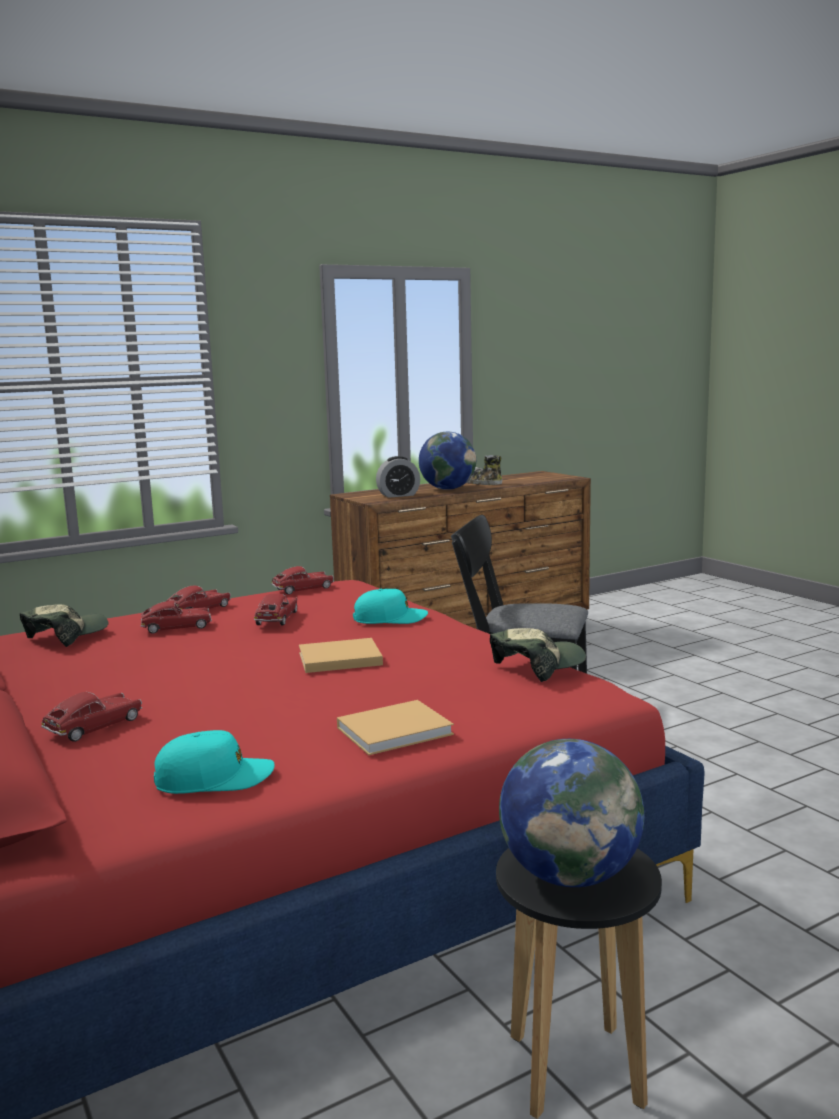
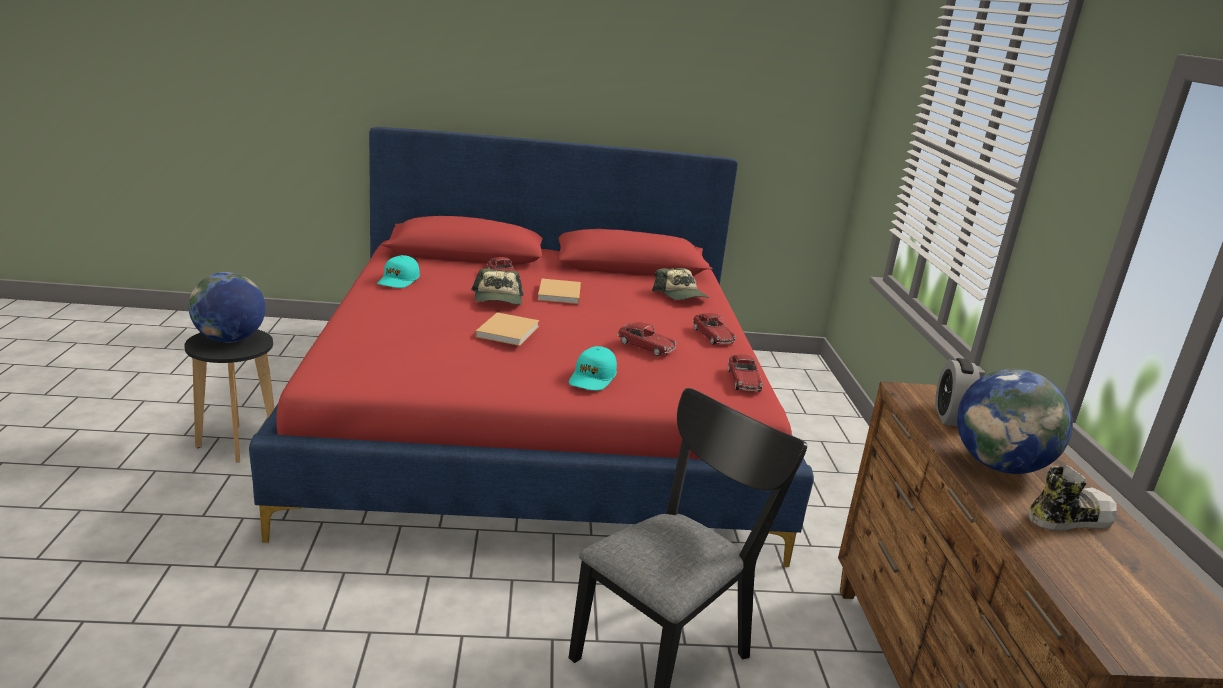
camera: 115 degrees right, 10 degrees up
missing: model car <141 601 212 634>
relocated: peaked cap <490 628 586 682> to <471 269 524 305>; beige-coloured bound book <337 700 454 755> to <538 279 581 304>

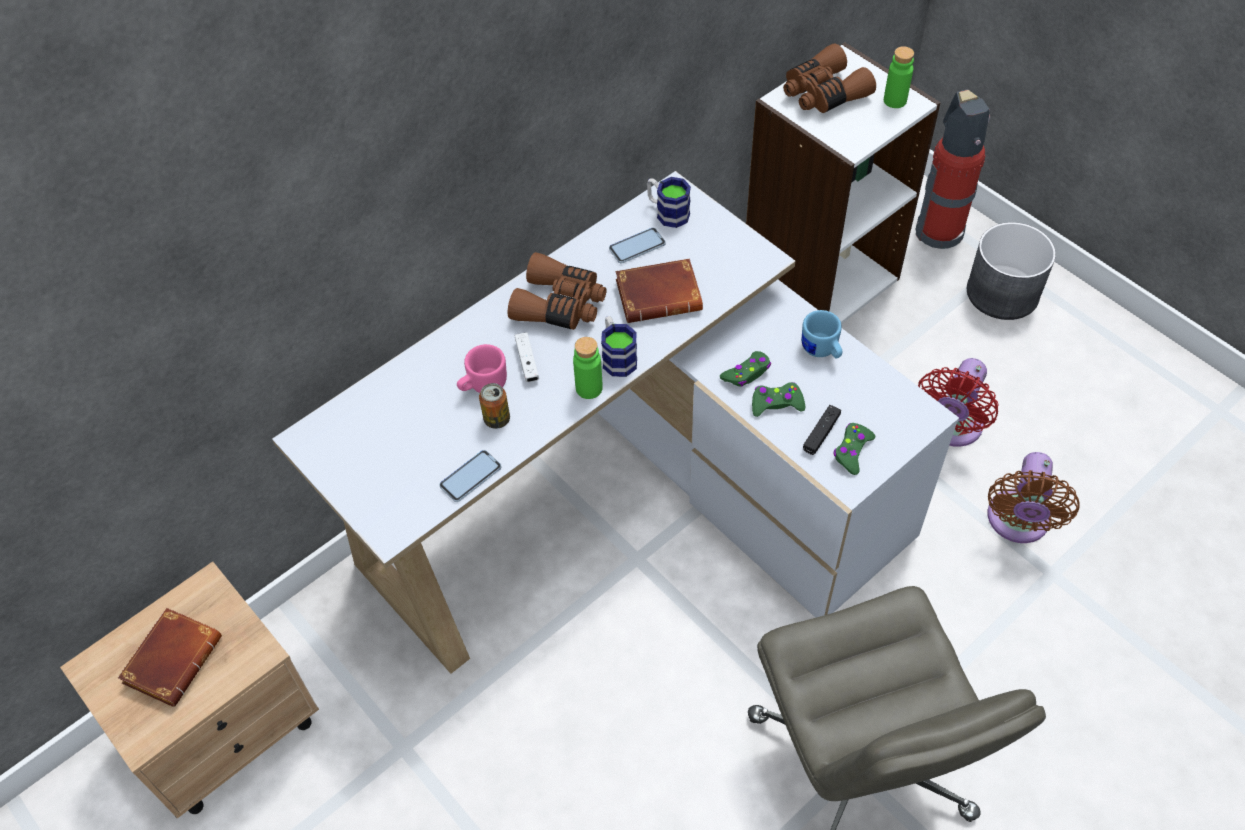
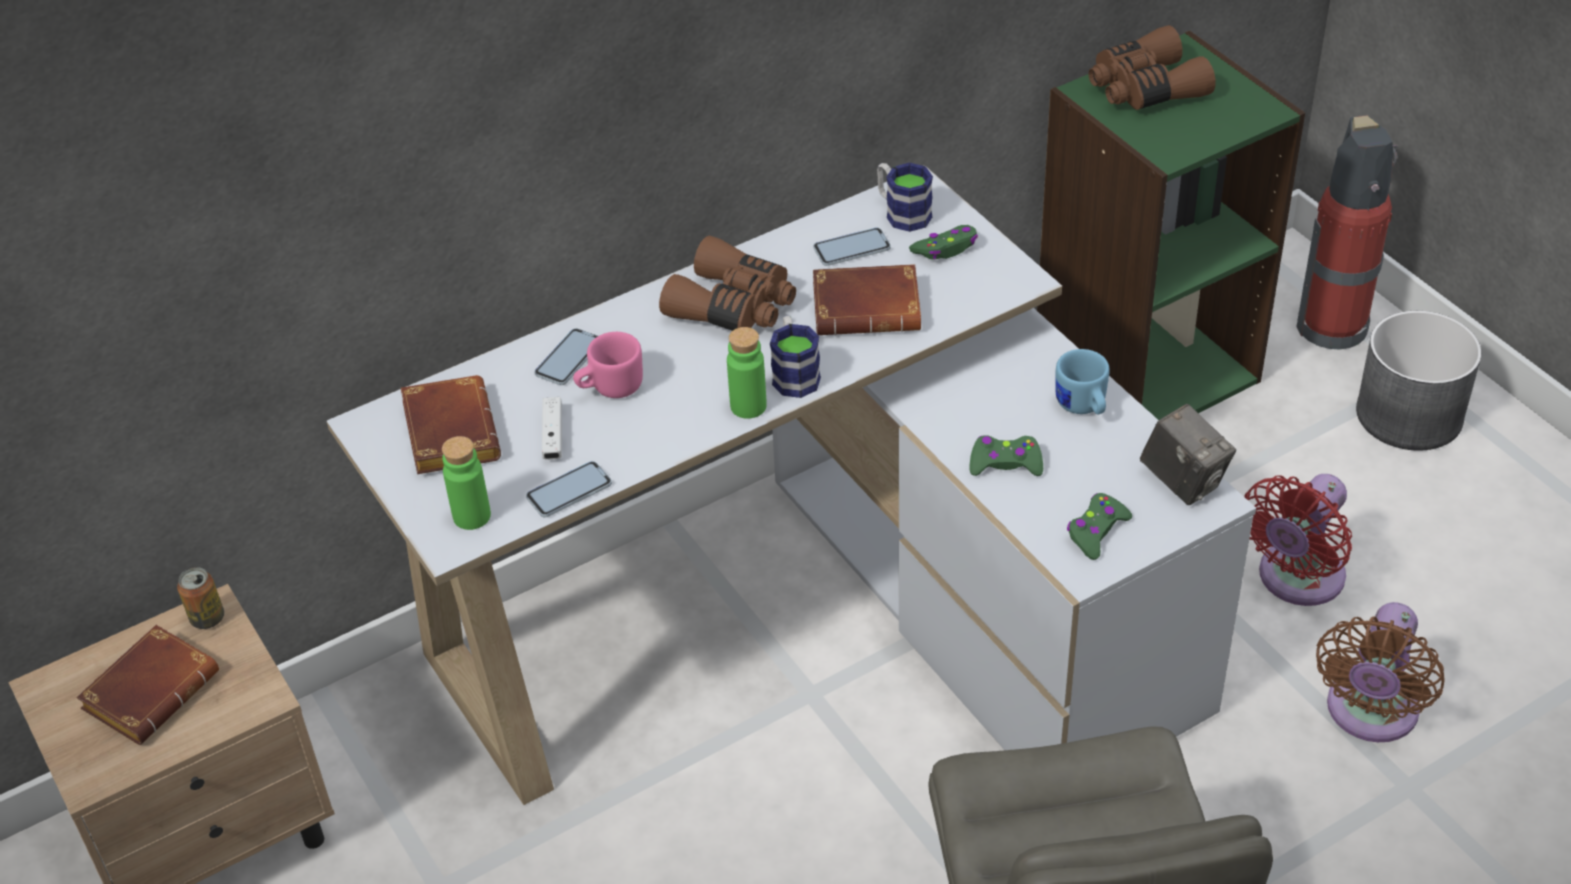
camera: 10 degrees right, 10 degrees down
missing: blackish gamepad <803 405 841 455>
appeared: handset <534 328 598 385>; brownish bound book <401 375 501 474>; still camera <1140 404 1236 505>
relocated: greenish bottle <884 46 914 108> to <442 436 491 530>; whitish gamepad <515 332 539 382> to <542 397 562 460>; greenish gamepad <720 351 771 387> to <909 225 978 260>; metal can <479 383 510 429> to <177 567 224 629>
colour: whitish bookshelf <746 42 941 324> to greenish bookshelf <1037 31 1305 420>

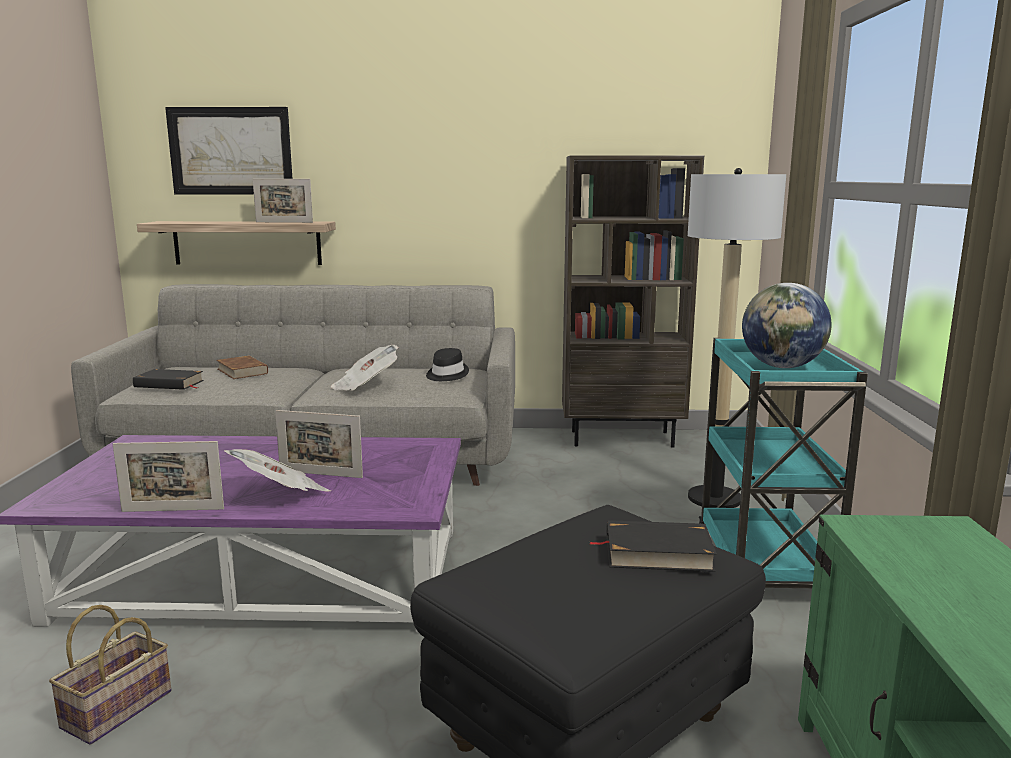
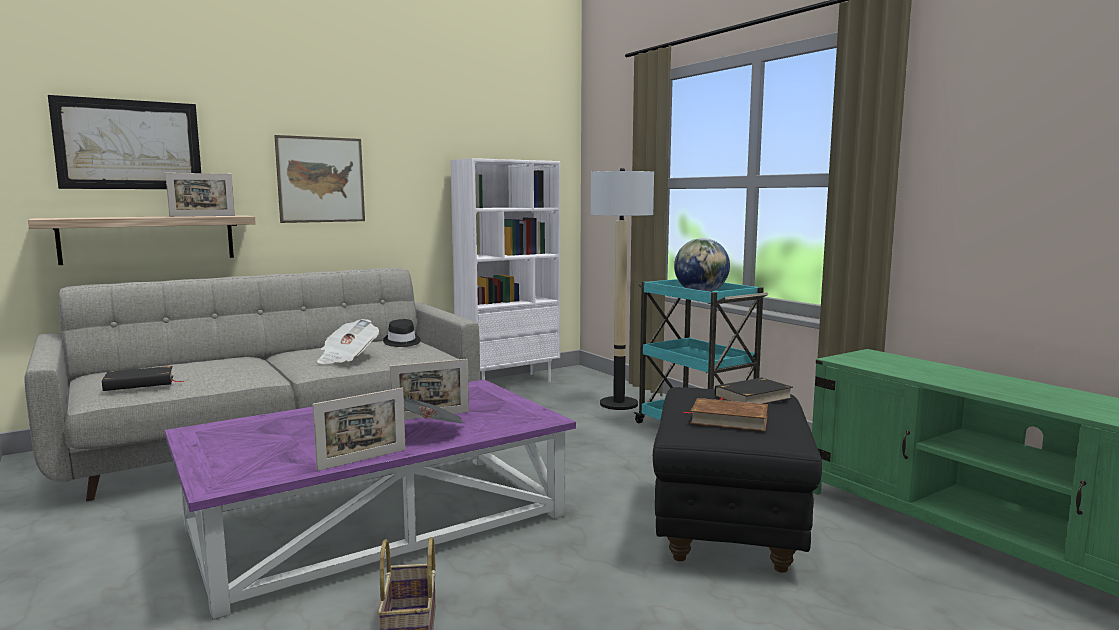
camera: 35 degrees left, 5 degrees down
appeared: wall art <274 135 365 223>
relocated: brownish bound book <216 356 268 379> to <682 398 768 431>
colour: brownish bookshelf <562 155 704 447> to whitish bookshelf <450 158 560 382>

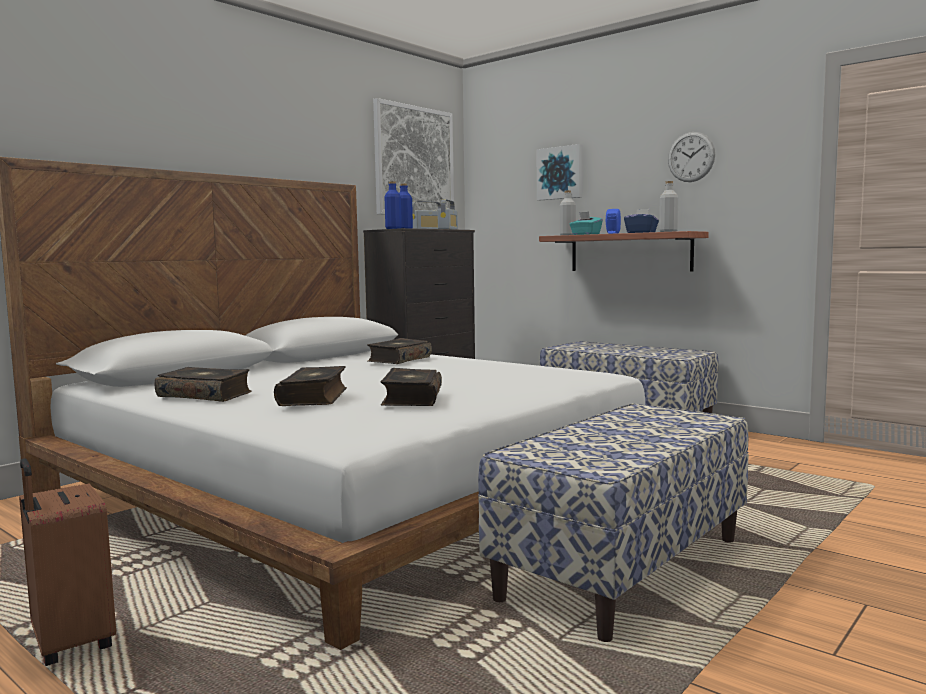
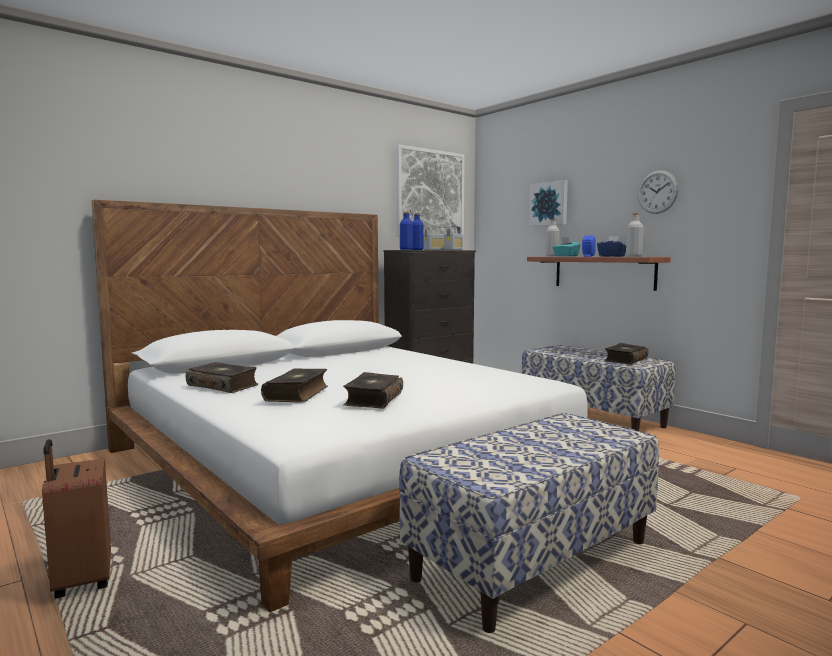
camera: 10 degrees right, 0 degrees up
relocated: bound book <367 338 432 364> to <604 343 649 365>

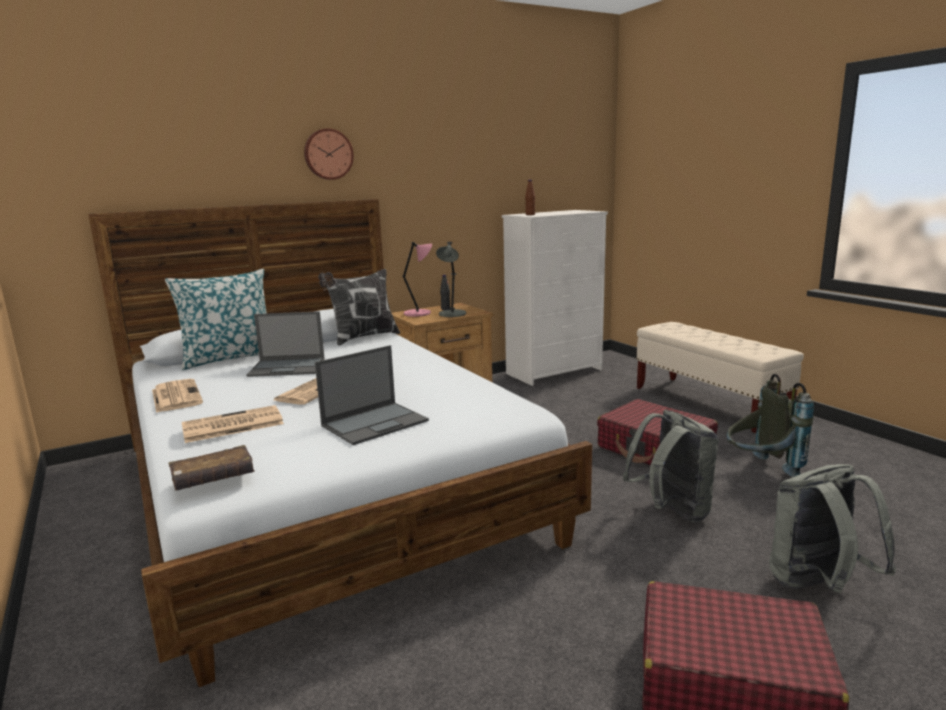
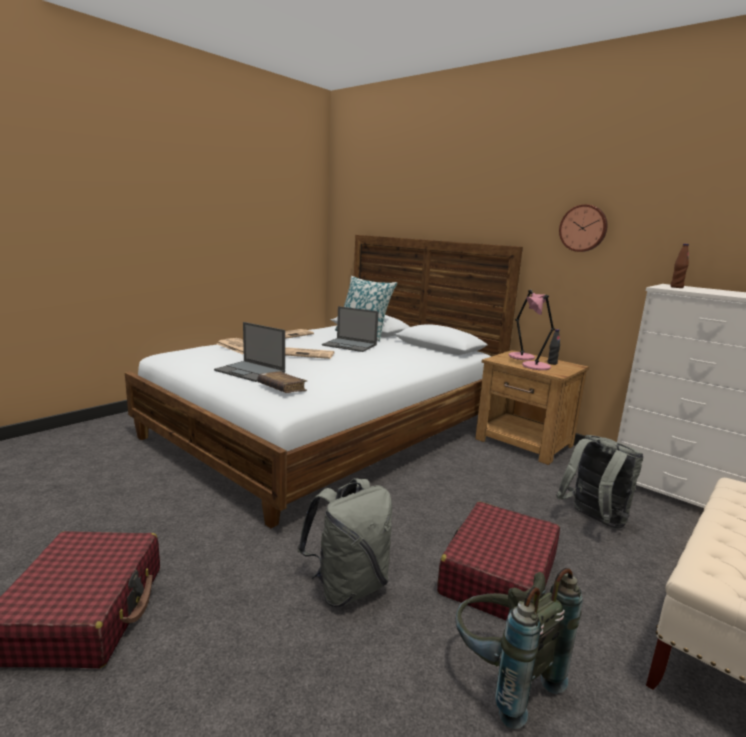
camera: 70 degrees right, 0 degrees up
missing: cushion <318 269 400 345>
relocated: wall clock <304 128 354 180> to <559 204 608 252>; brownish bound book <168 445 255 491> to <257 371 307 393>; greyish rucksack <769 464 896 593> to <556 435 644 529>
colour: greyish tabletop lamp <436 242 466 317> to pink tabletop lamp <522 295 555 370>
spun: portable computer <246 311 325 377> = <322 306 378 352> 45 degrees counterclockwise

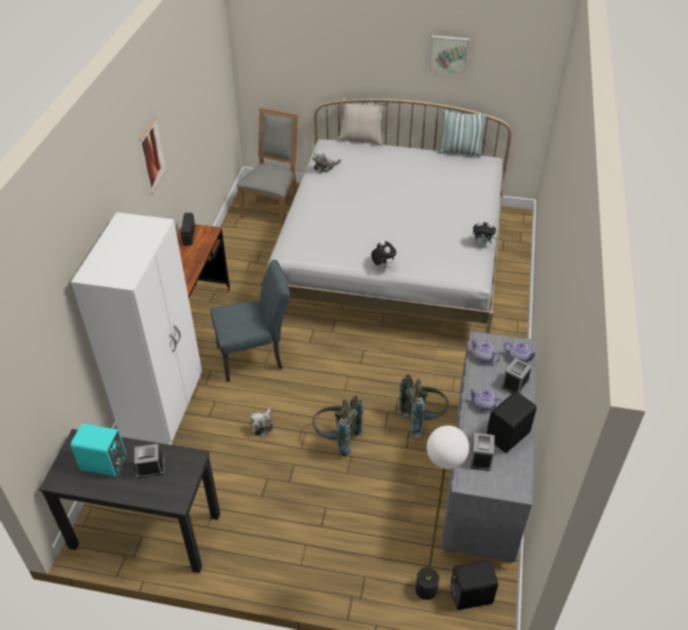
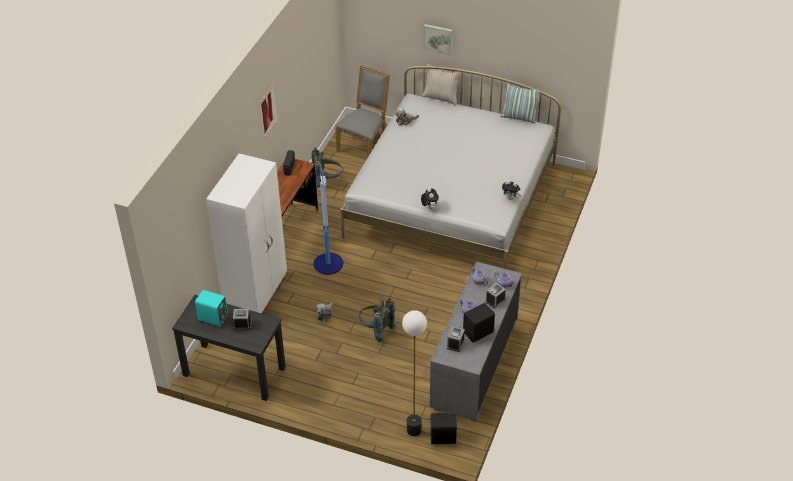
camera: 10 degrees right, 0 degrees up
relocated: wall art <429 35 470 75> to <423 24 452 56>; greyish rucksack <399 375 449 438> to <311 147 343 190>
exchanged: greyish plain chair <210 260 290 382> to floor lamp <313 169 343 275>

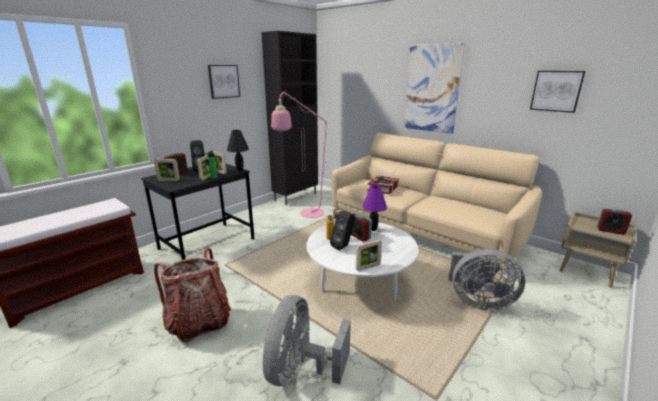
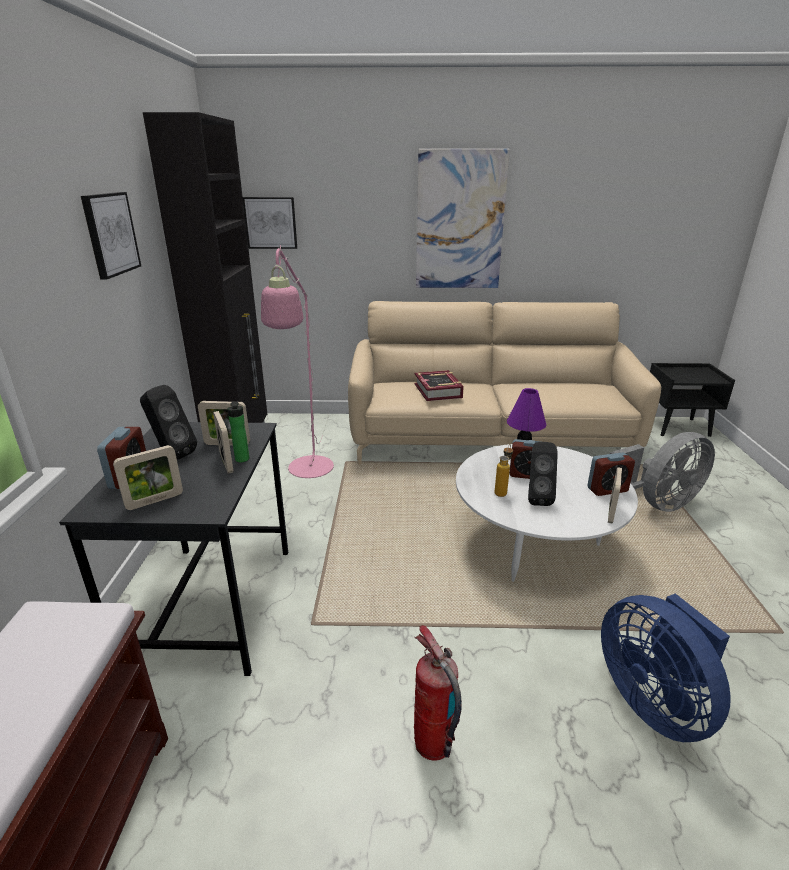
camera: 40 degrees left, 5 degrees up
missing: blackish tabletop lamp <227 130 249 172>
relocated: wall art <530 71 585 113> to <243 197 297 249>; bedside clock <597 208 632 235> to <587 453 635 496>
exchanged: rucksack <154 247 231 343> to extinguisher <414 625 462 761>
colour: beige-coloured nightstand <559 212 637 288> to blackish nightstand <650 363 735 437>; greyish cooling fan <263 295 351 386> to blue-coloured cooling fan <601 593 731 742>

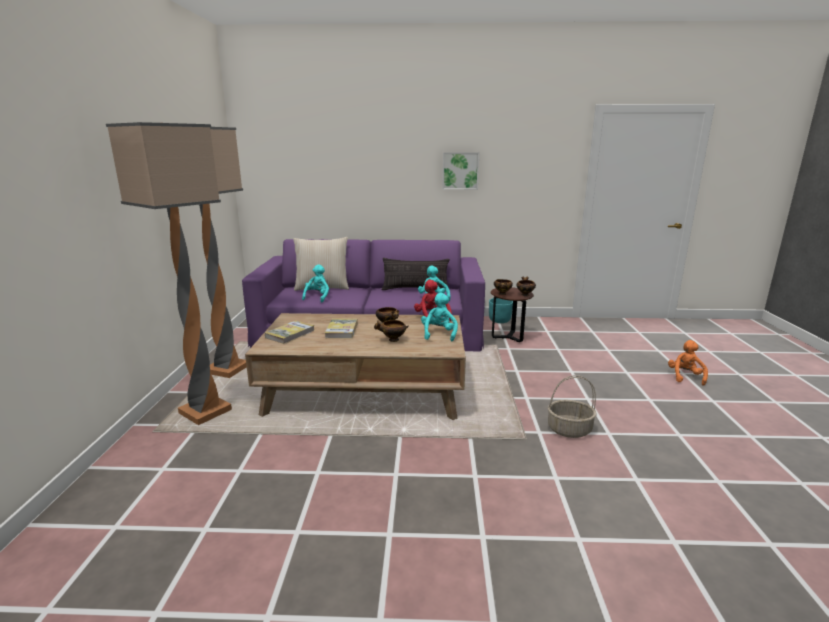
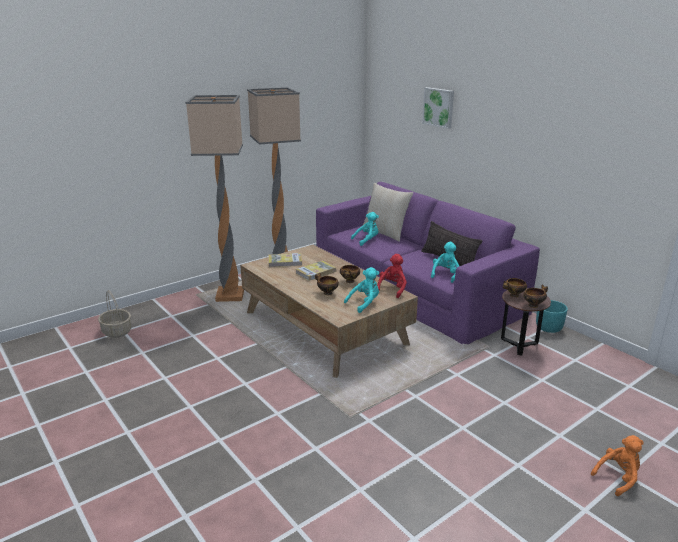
camera: 50 degrees right, 5 degrees up
relocated: wall art <442 152 479 190> to <422 87 454 129>; basket <548 375 597 438> to <98 290 131 338>

